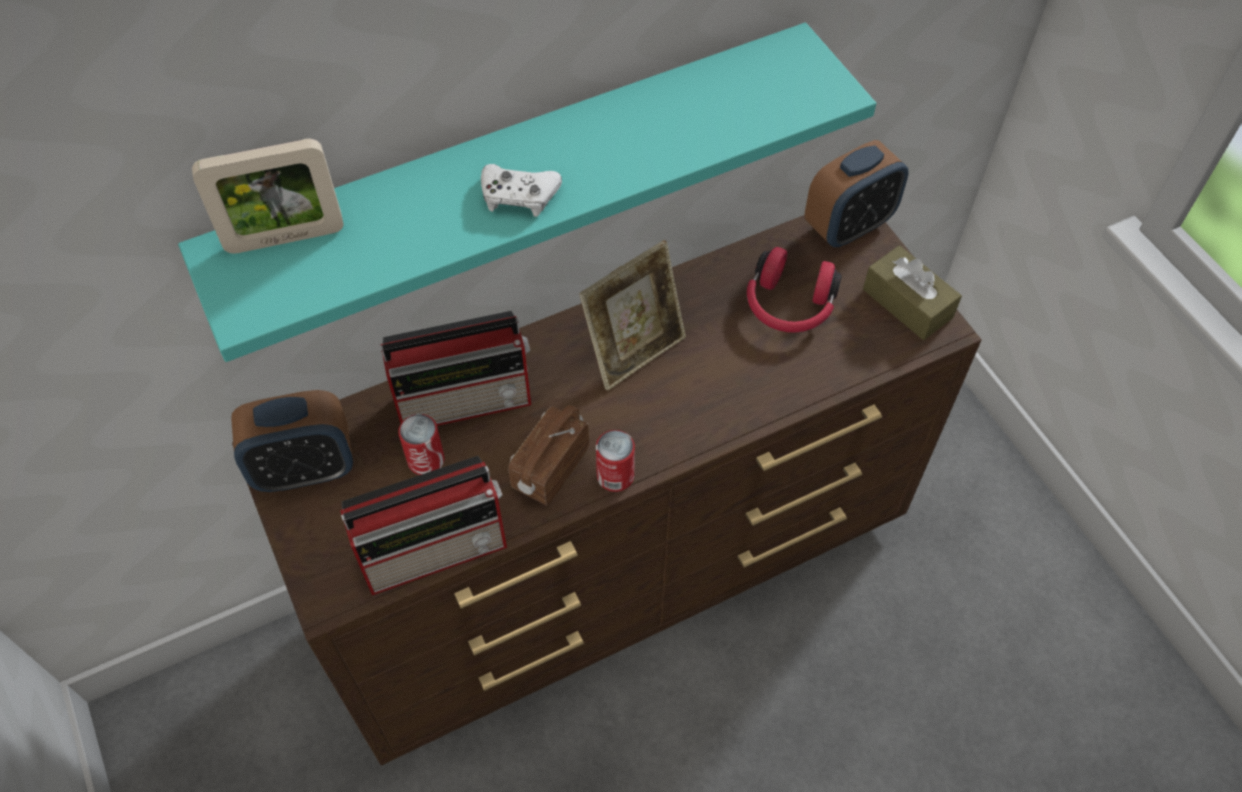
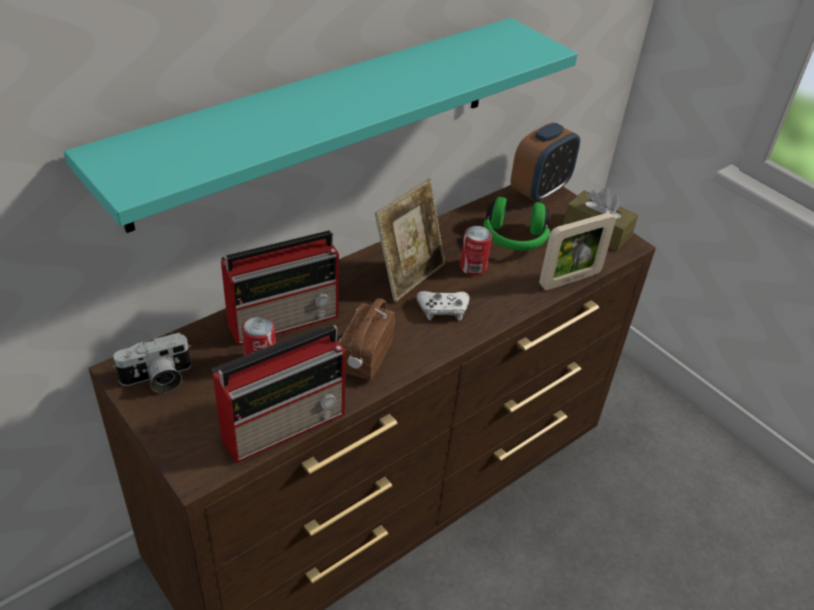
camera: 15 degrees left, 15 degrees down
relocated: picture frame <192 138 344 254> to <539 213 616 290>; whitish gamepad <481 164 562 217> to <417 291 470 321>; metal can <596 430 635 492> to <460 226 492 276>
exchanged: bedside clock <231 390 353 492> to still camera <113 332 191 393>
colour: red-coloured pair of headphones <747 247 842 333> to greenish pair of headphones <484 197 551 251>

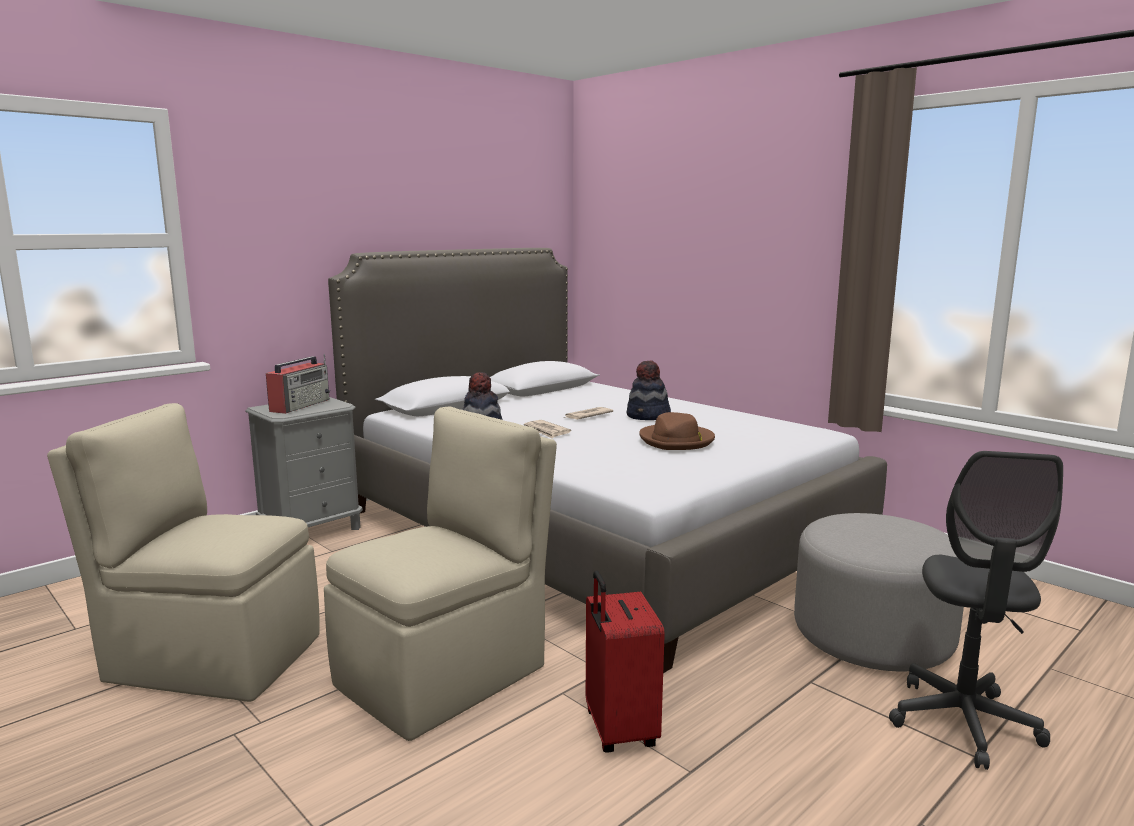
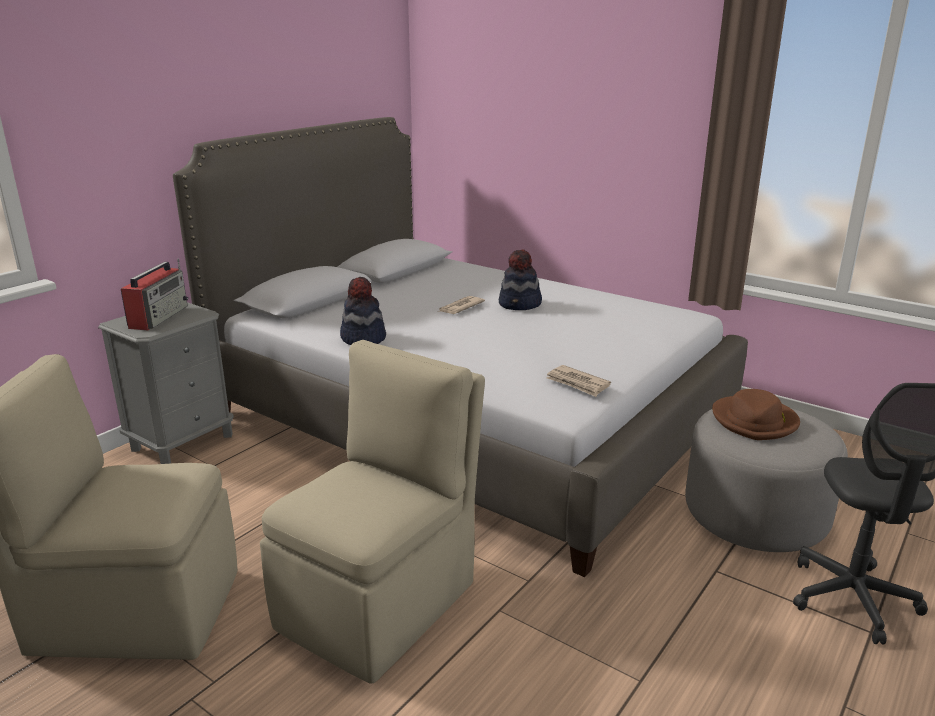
camera: 10 degrees left, 10 degrees up
missing: red-coloured suitcase <586 570 665 753>
relocated: brownish hat <639 412 715 450> to <712 389 800 440>; newspaper <524 420 571 439> to <546 365 611 397>

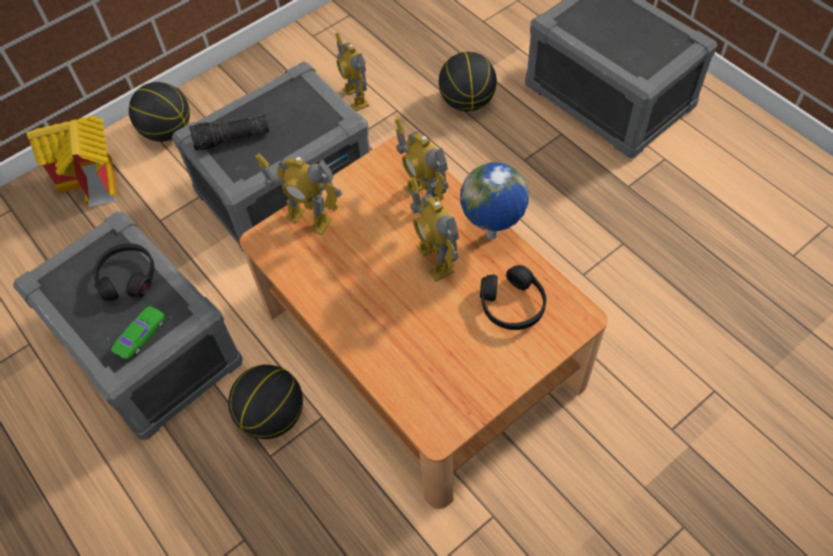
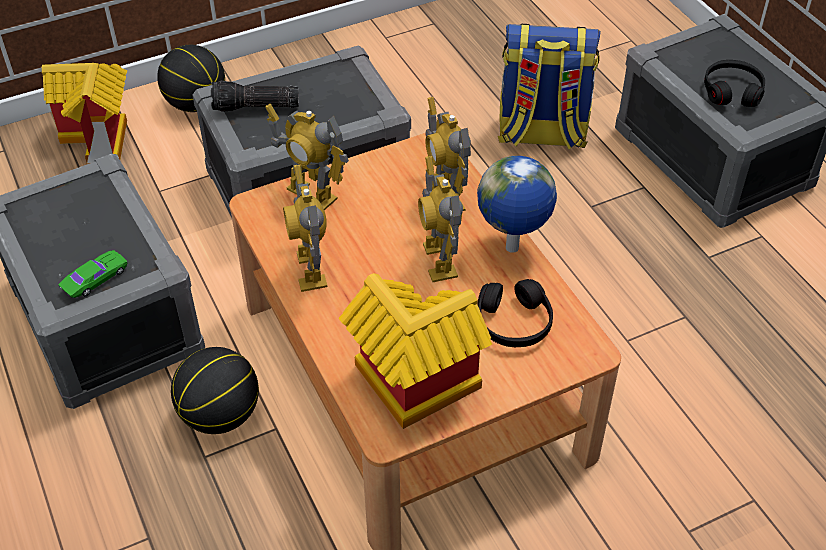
camera: 10 degrees right, 10 degrees down
appeared: model house <339 273 492 429>
relocated: model robot <335 32 369 112> to <283 165 327 292>; blackish pair of headphones <94 243 155 301> to <704 60 765 107>
exchanged: ball for basketball <439 52 497 112> to rucksack <498 24 601 150>

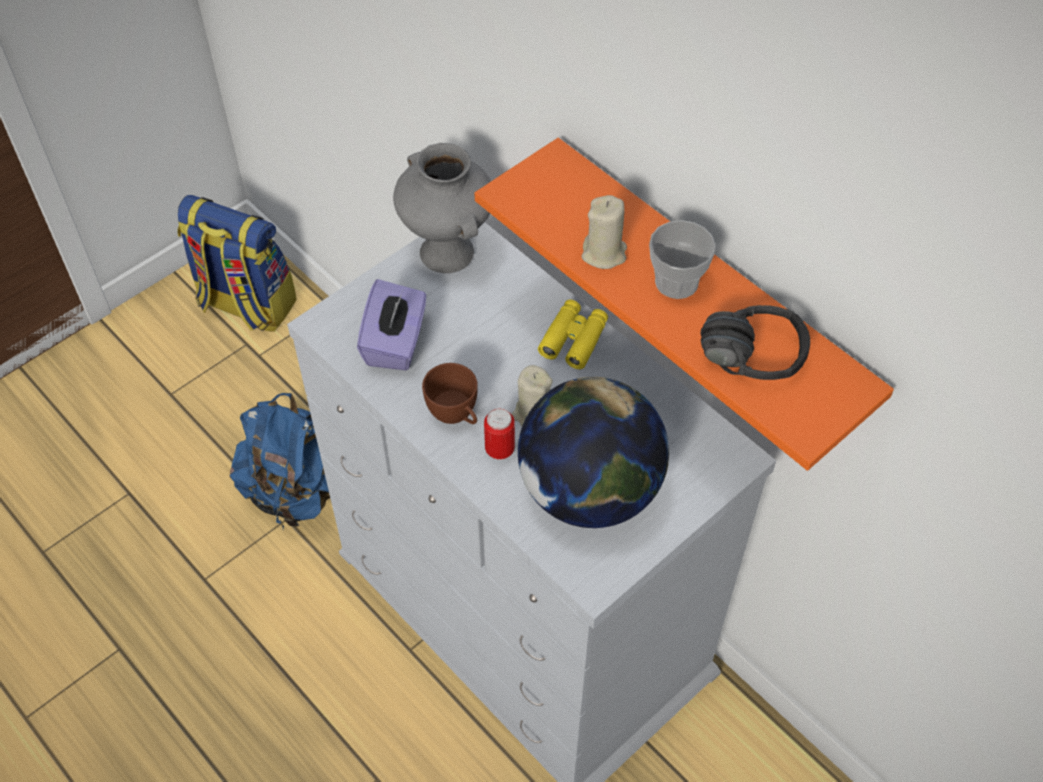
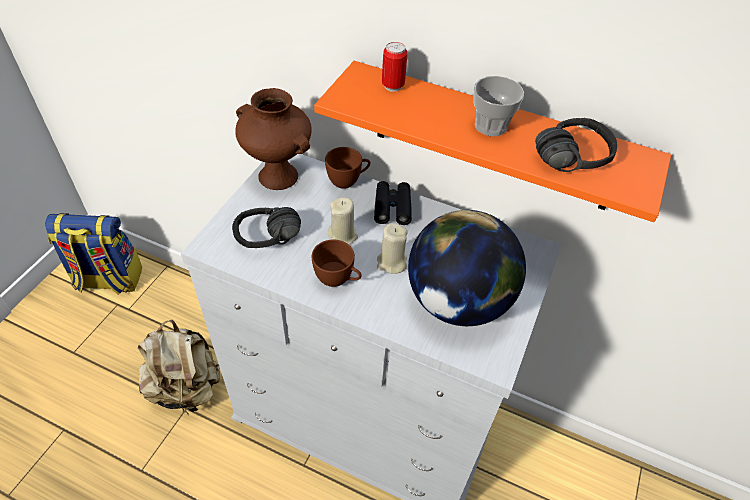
camera: 25 degrees left, 5 degrees down
appeared: brownish cup <325 147 370 189>
relocated: beige-coloured wax candle <582 195 627 269> to <328 197 358 245>; metal can <484 409 515 460> to <382 42 407 92>
exchanged: purple tissue holder <357 279 426 370> to blackish pair of headphones <232 207 301 248>
colour: greyish decorative vase <393 143 491 273> to brownish decorative vase <235 88 311 190>; yellowish binoculars <538 299 608 369> to blackish binoculars <374 181 412 225>; blue-coloured rucksack <230 393 330 528> to beige-coloured rucksack <138 320 220 416>

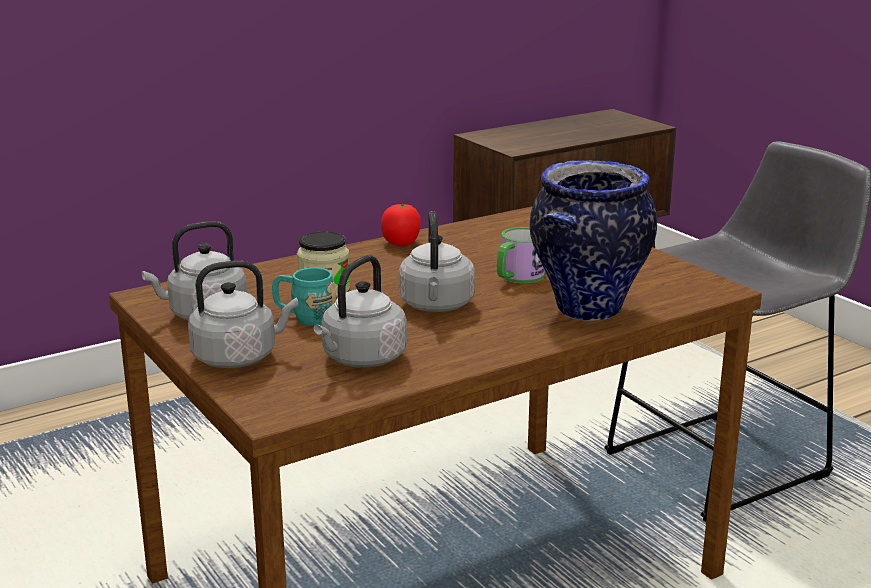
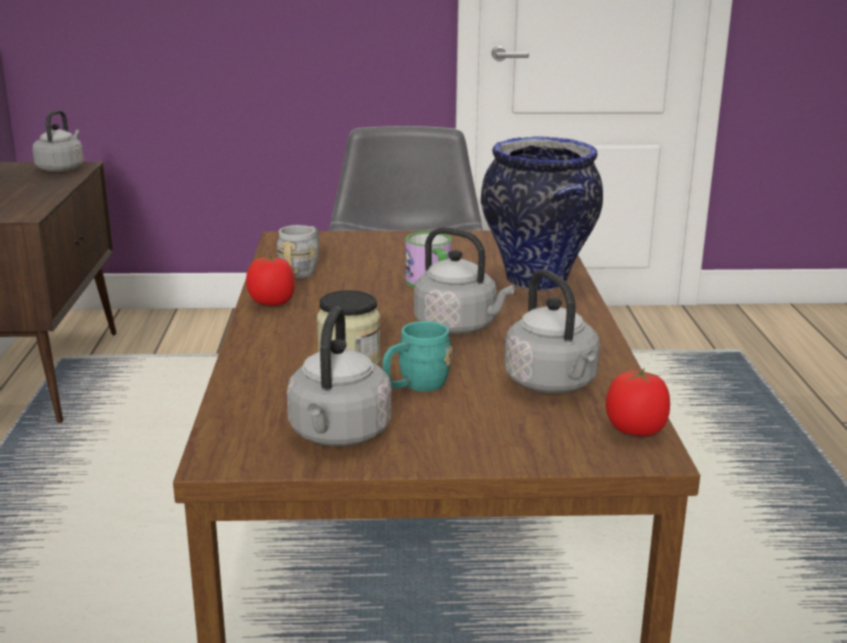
camera: 60 degrees left, 0 degrees up
appeared: greyish coffee mug <277 225 319 278>; fresh tomato <606 367 670 436>
relocated: greyish kettle <188 261 298 368> to <32 110 84 172>

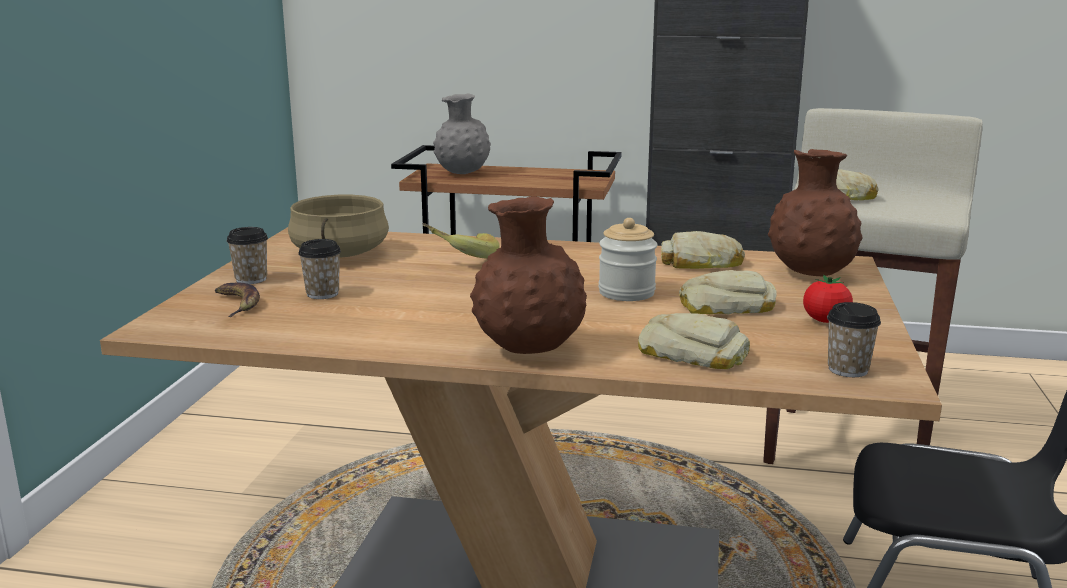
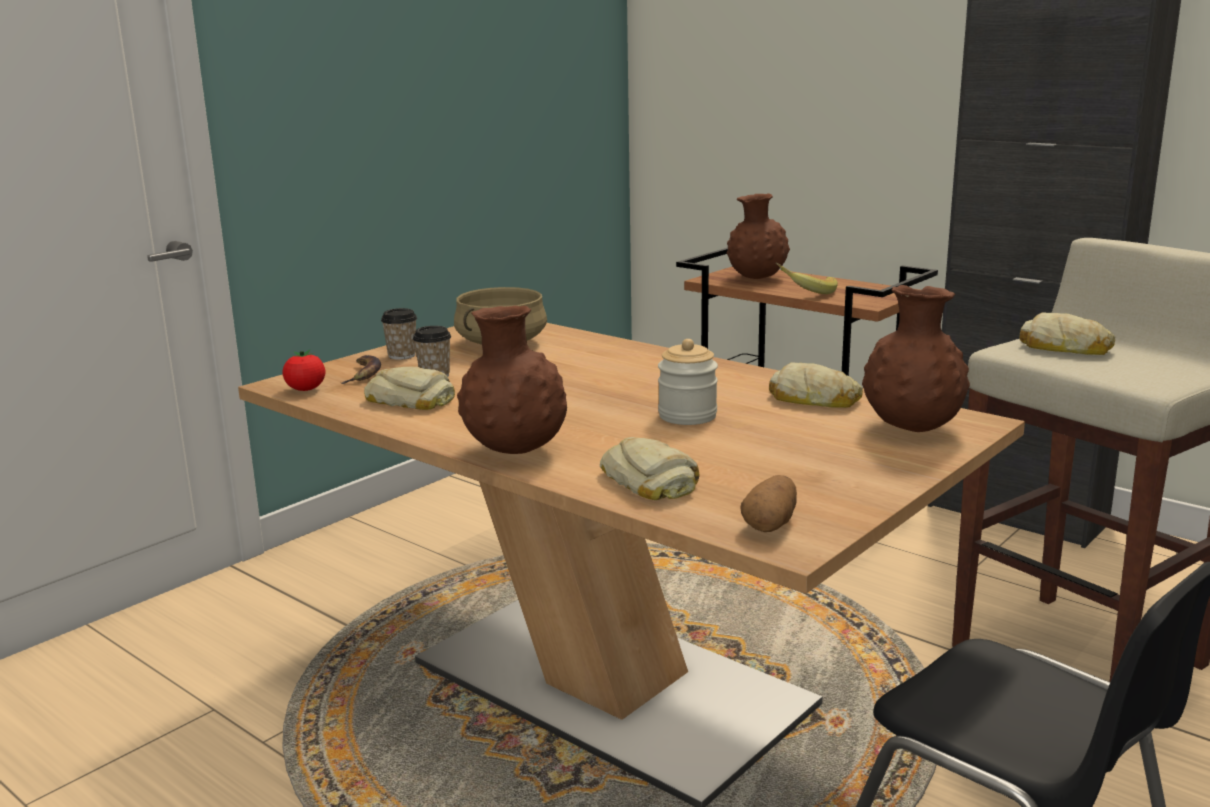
camera: 30 degrees right, 0 degrees up
relocated: banana fruit <422 223 500 258> to <776 263 838 294>; bread <679 270 776 314> to <364 367 455 410>; fresh tomato <803 275 853 323> to <283 350 325 391>
exchanged: cup <827 302 881 377> to potato <741 475 797 532>
colour: greyish decorative vase <433 93 491 174> to brownish decorative vase <727 193 790 279>

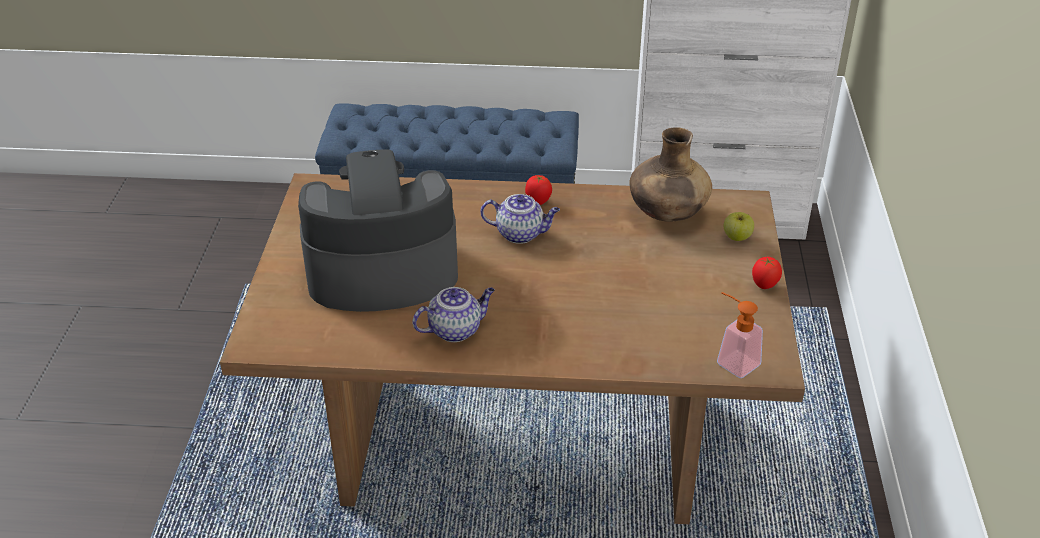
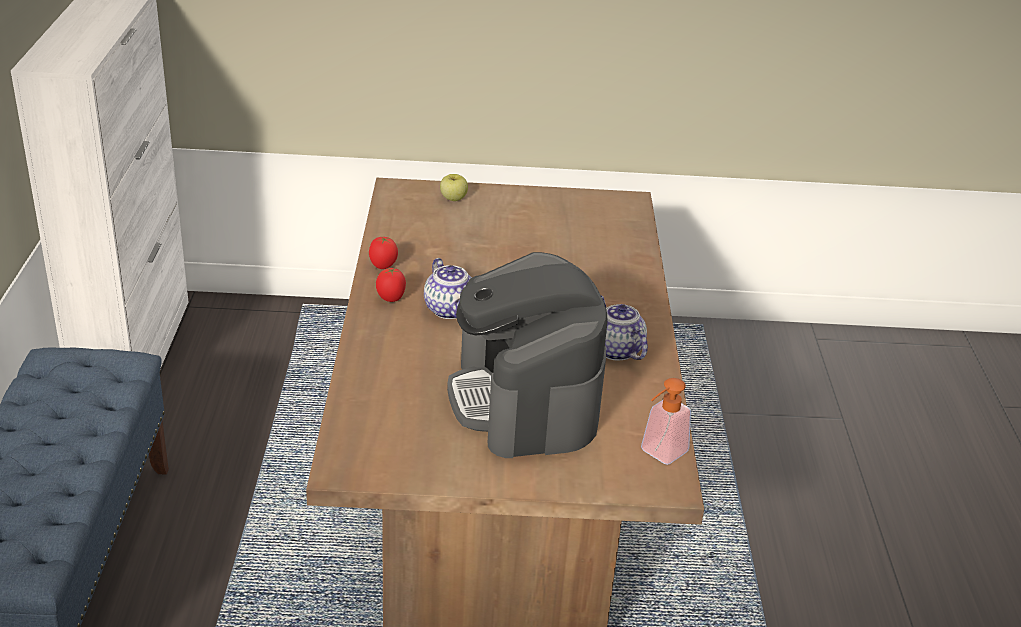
camera: 95 degrees left, 5 degrees down
missing: brownish decorative vase <629 127 712 222>
relocated: fresh tomato <752 257 782 289> to <369 237 398 269>; soap bottle <717 292 763 378> to <641 378 691 465>
spun: pot for tea <480 194 560 244> = <424 258 472 319> 150 degrees clockwise

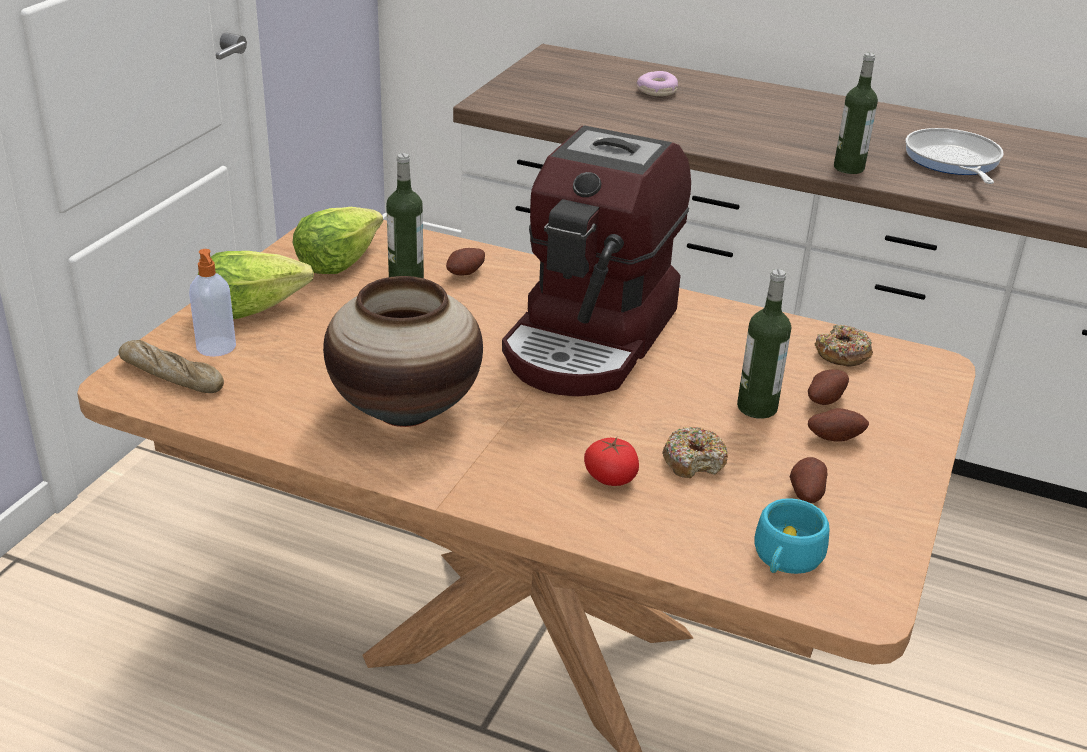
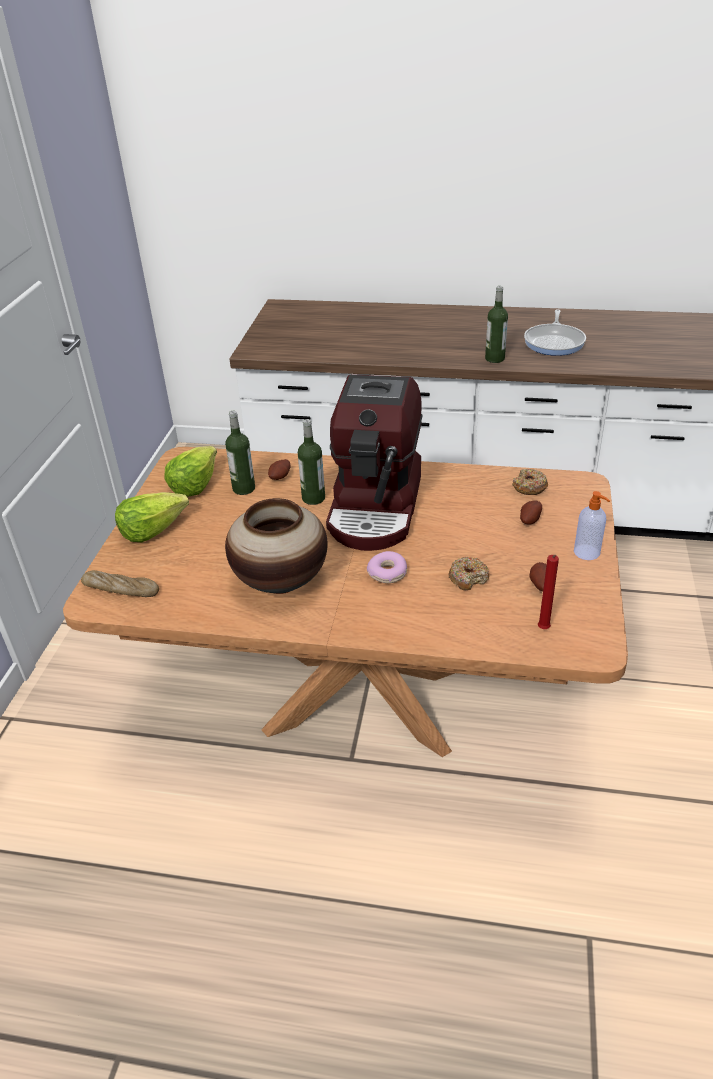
camera: 10 degrees left, 5 degrees up
missing: potato <808 408 869 442>; fresh tomato <584 437 639 486>
relocated: donut <637 71 678 96> to <367 551 407 583>; soap bottle <189 249 236 357> to <574 491 610 560>; bottle <737 269 791 419> to <298 419 325 505>
exchanged: turquoise-coloured cup <754 498 829 574> to red-coloured wax candle <538 555 559 629>
spun: skillet <905 128 1004 184> = <524 309 586 356> 150 degrees counterclockwise

